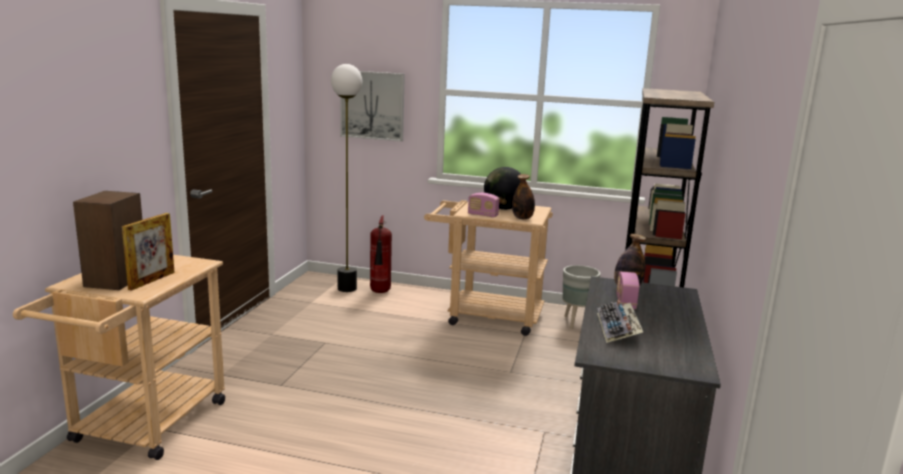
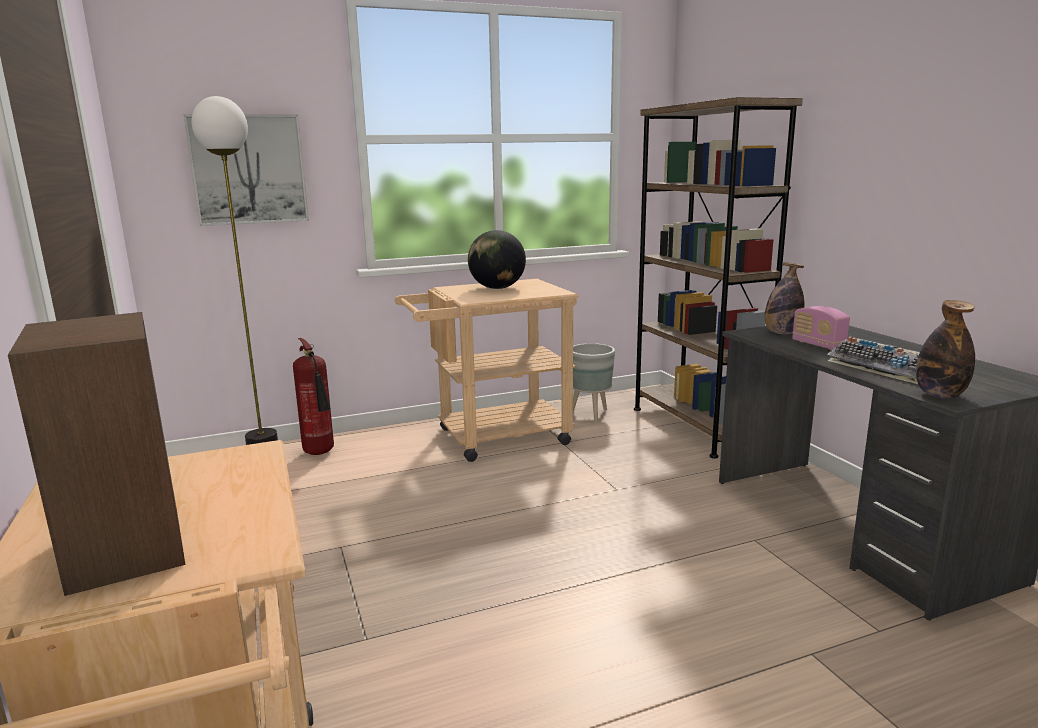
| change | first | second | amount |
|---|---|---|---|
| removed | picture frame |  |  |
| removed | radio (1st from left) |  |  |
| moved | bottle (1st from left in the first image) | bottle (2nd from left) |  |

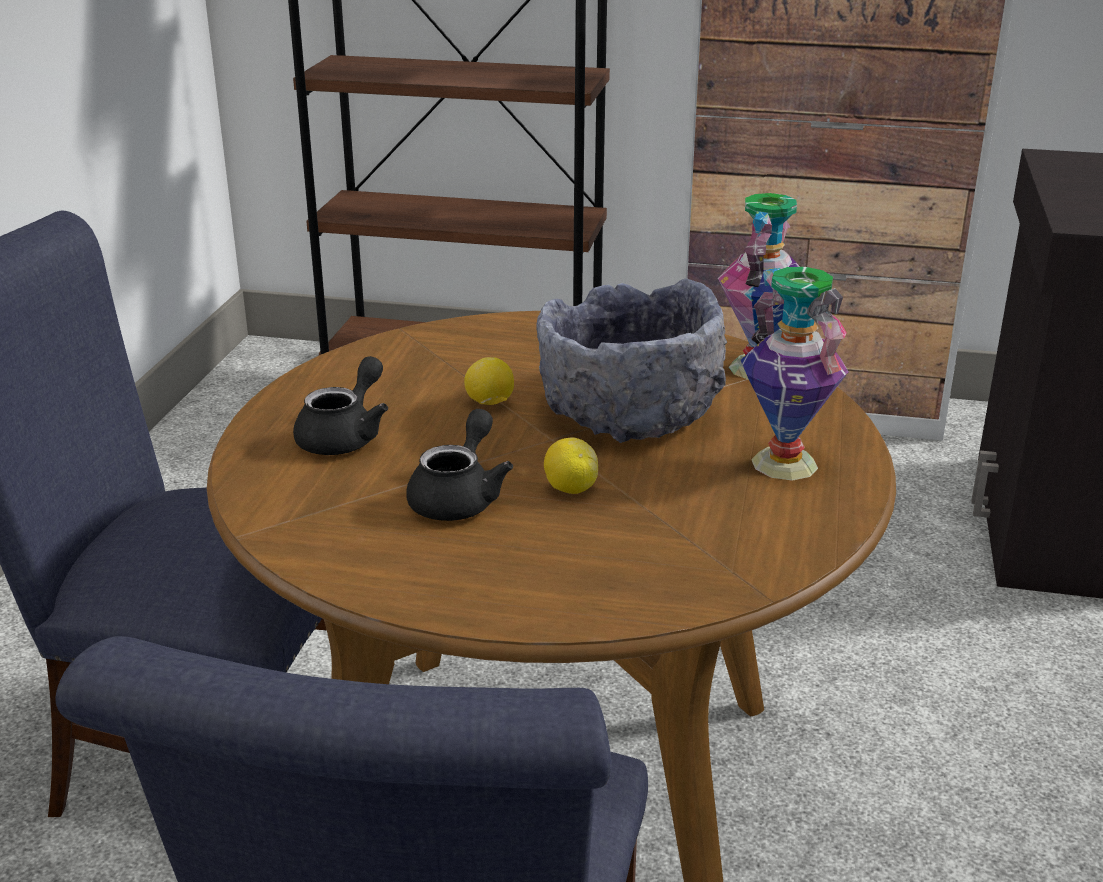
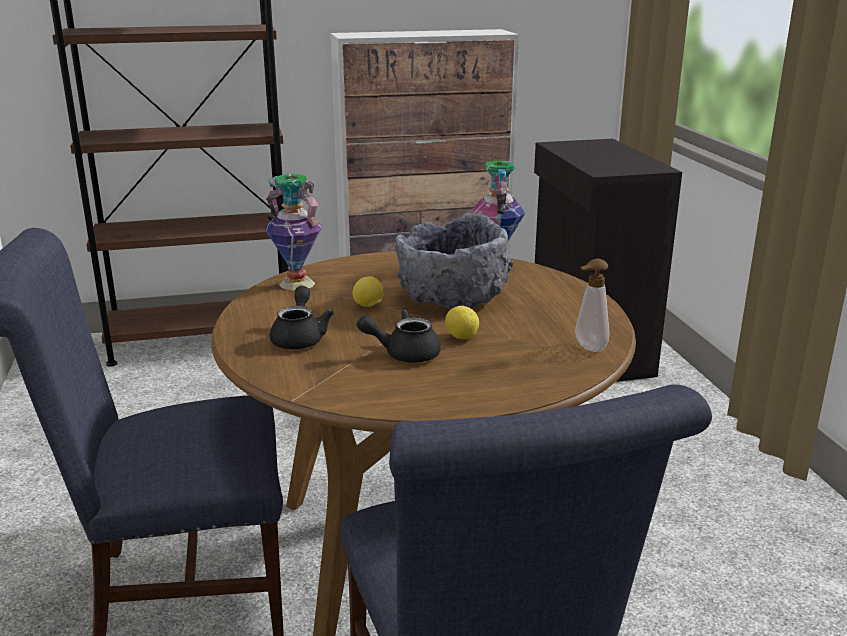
| change | first | second | amount |
|---|---|---|---|
| added |  | soap dispenser |  |
| moved | vase (2nd from left in the first image) | vase (1st from left) |  |
| turned | black teapot (2nd from left) |  | 90 degrees counterclockwise |

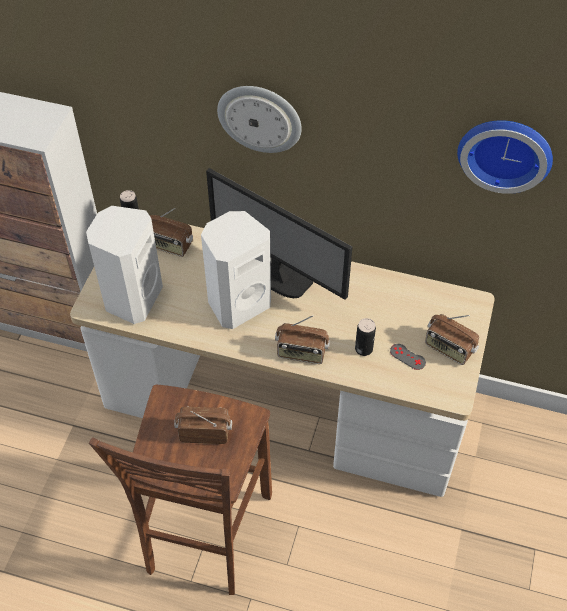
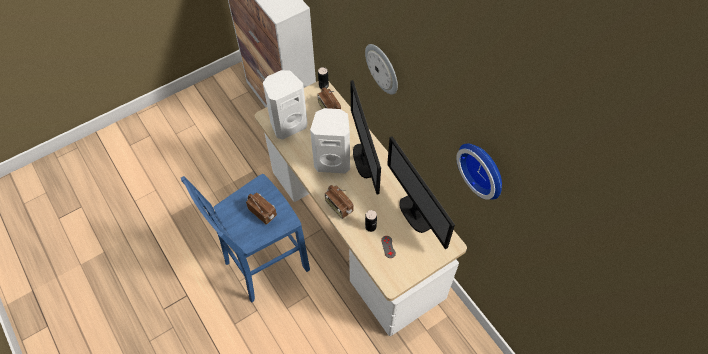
| change | first | second | amount |
|---|---|---|---|
| removed | radio (4th from left) |  |  |
| added |  | monitor (2nd from left) |  |
| recoloured | brown stool | blue stool |  |

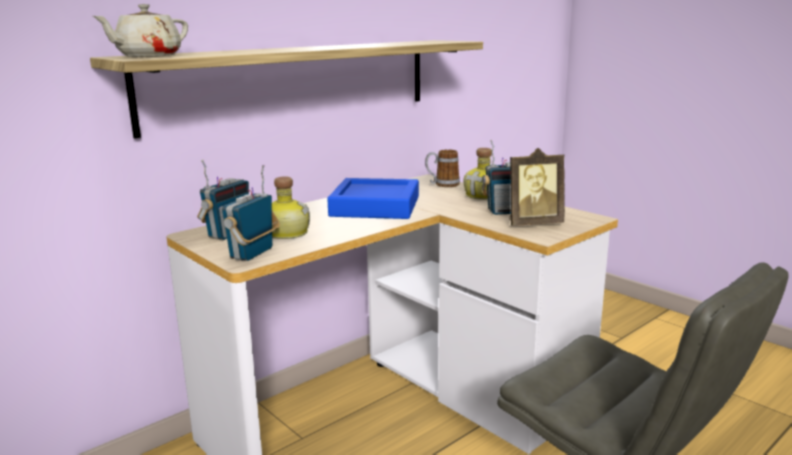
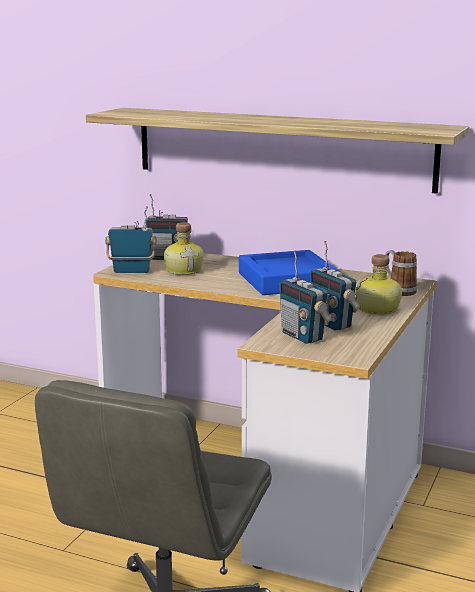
| change | first | second | amount |
|---|---|---|---|
| removed | beige teapot |  |  |
| replaced | picture frame | radio (3rd from left) |  |

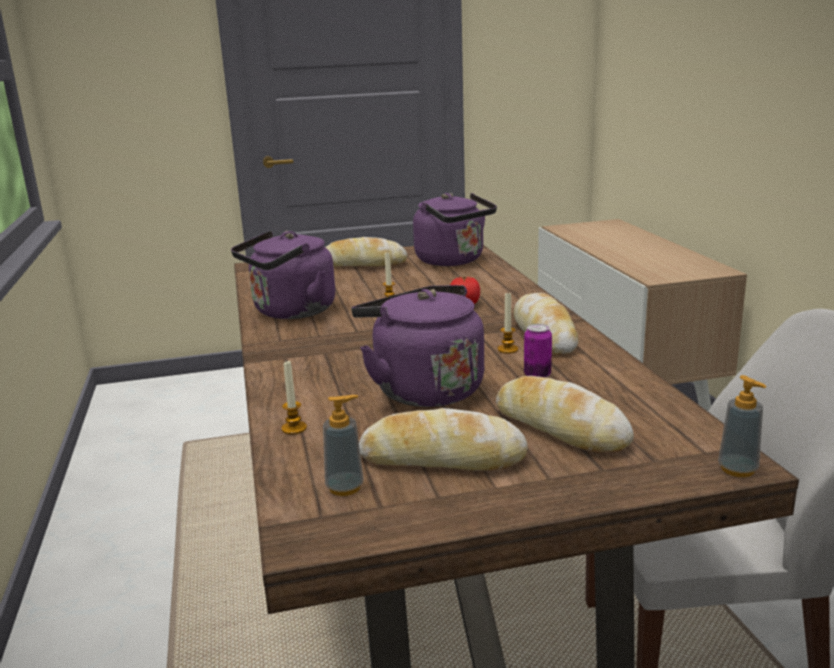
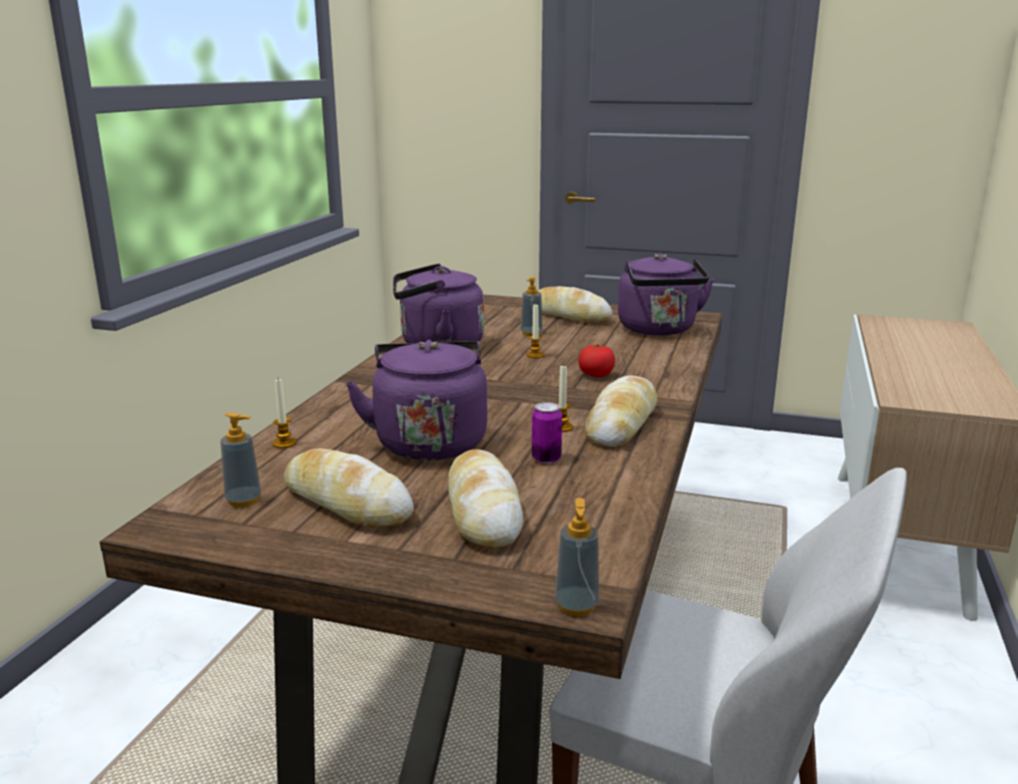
| change | first | second | amount |
|---|---|---|---|
| added |  | soap dispenser (2nd from left) |  |

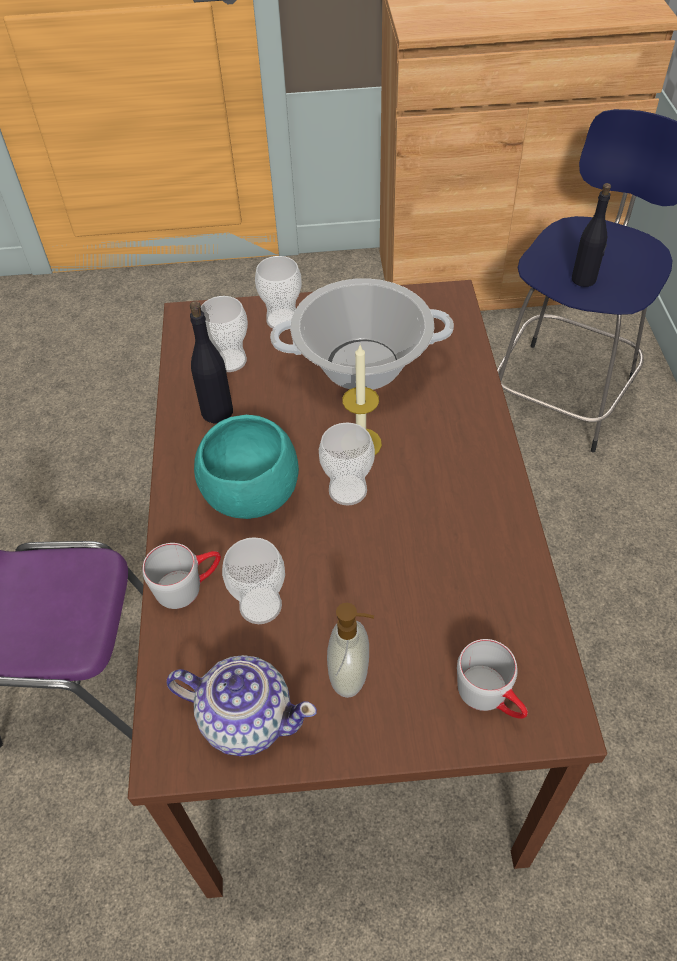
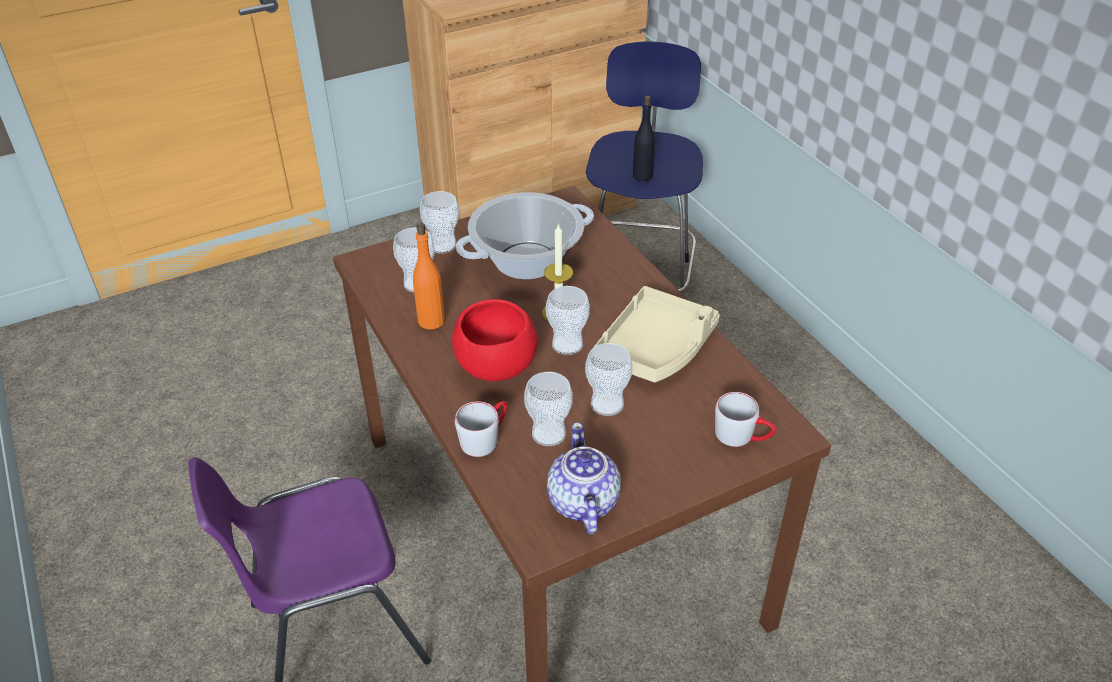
| change | first | second | amount |
|---|---|---|---|
| removed | soap dispenser |  |  |
| added |  | cup (5th from left) |  |
| added |  | beige tray |  |
| recoloured | black bottle (1st from left) | orange bottle |  |
| recoloured | turquoise bowl | red bowl |  |
| turned | teapot |  | 90 degrees counterclockwise |

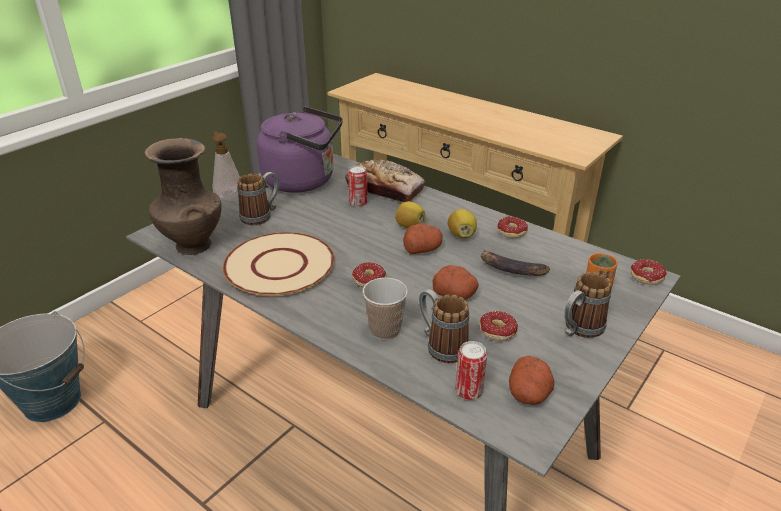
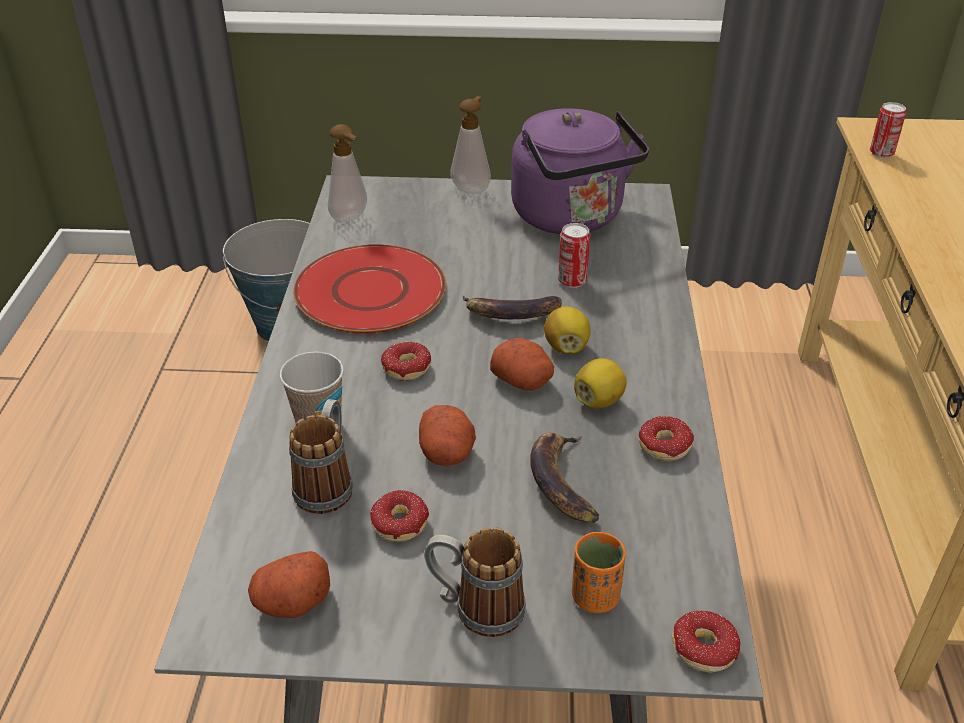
| change | first | second | amount |
|---|---|---|---|
| removed | mug (1st from left) |  |  |
| removed | bread |  |  |
| added |  | banana (1st from left) |  |
| moved | can (2nd from left) |  |  |
| replaced | brown vase | soap dispenser (1st from left) |  |
| recoloured | beige plate | red plate |  |

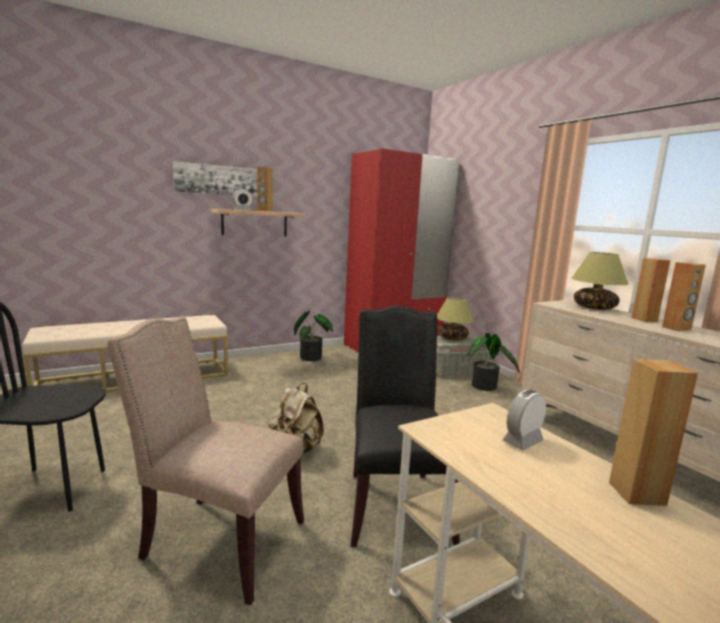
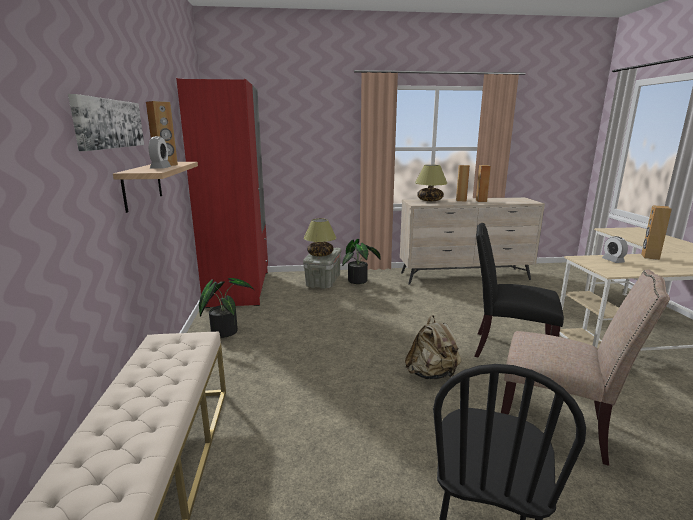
| change | first | second | amount |
|---|---|---|---|
| turned | beige chair |  | 105 degrees counterclockwise |

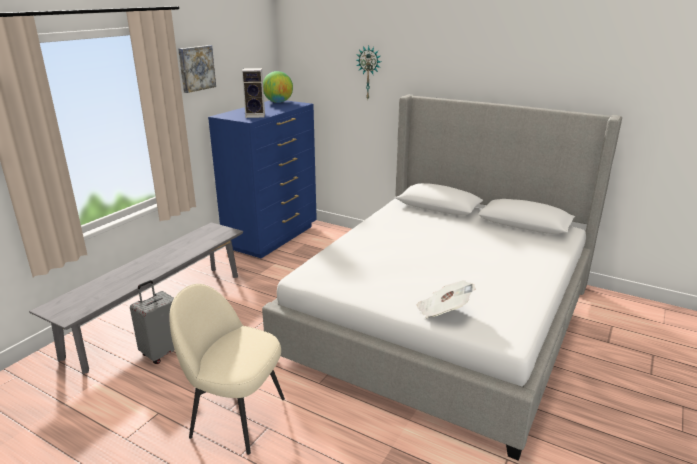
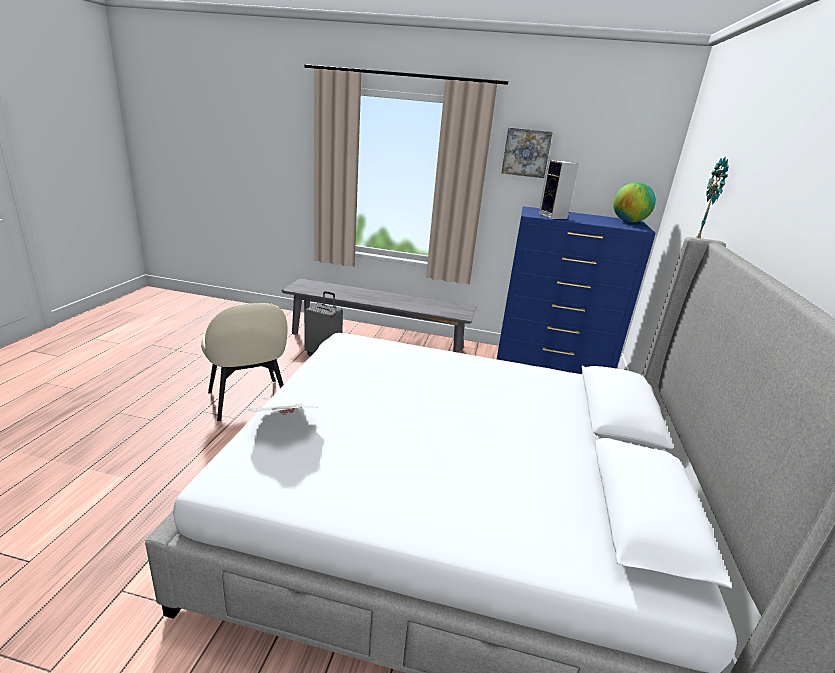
| change | first | second | amount |
|---|---|---|---|
| turned | beige chair |  | 150 degrees clockwise |

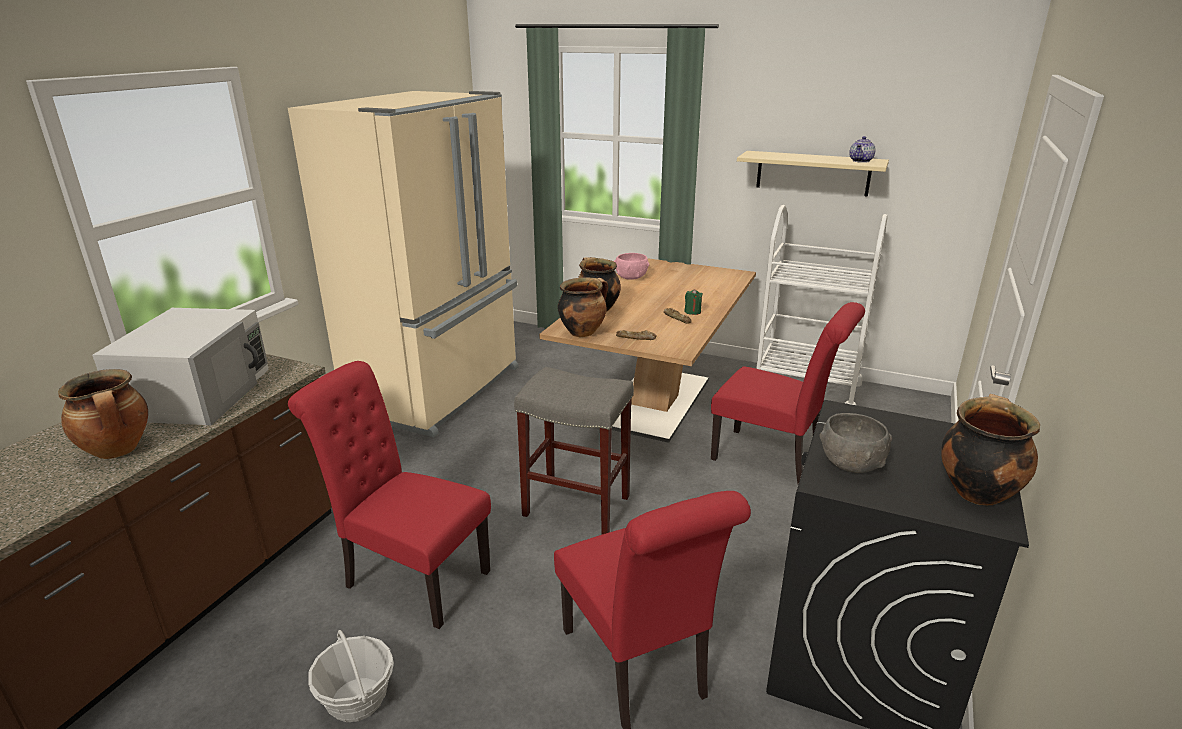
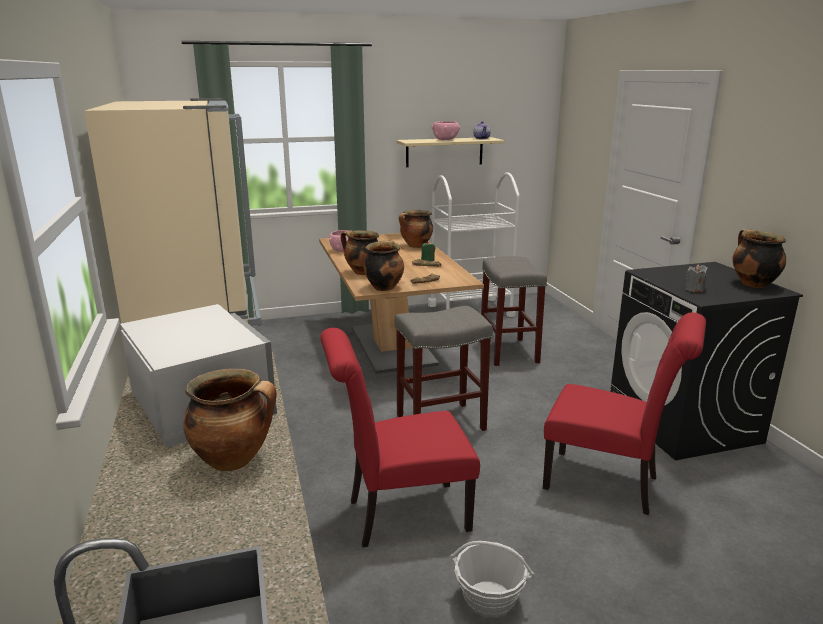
| change | first | second | amount |
|---|---|---|---|
| added |  | cooking pot (4th from left) |  |
| added |  | pink bowl (2nd from left) |  |
| replaced | red chair (3rd from left) | grey stool (2nd from left) |  |
| replaced | grey bowl | grey candle |  |

